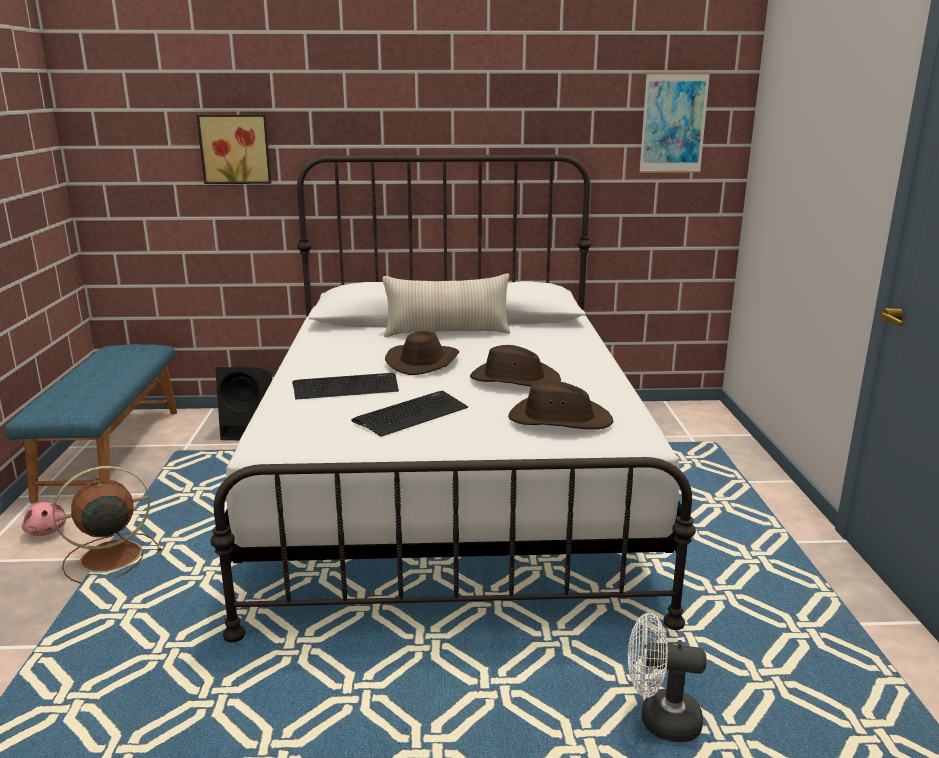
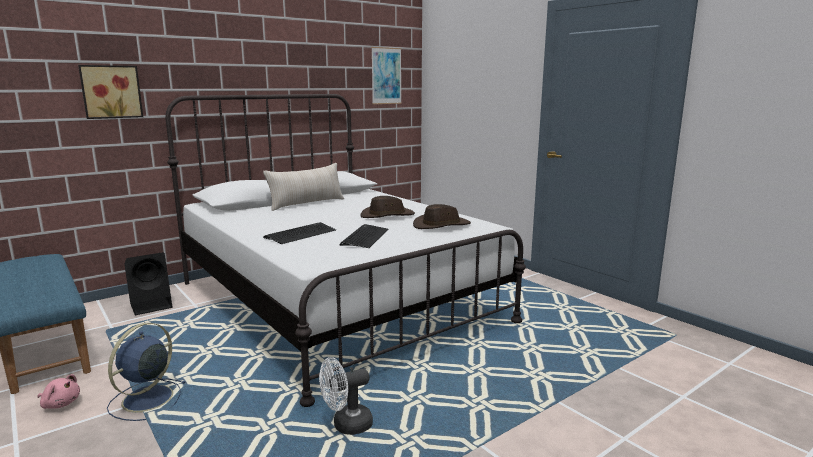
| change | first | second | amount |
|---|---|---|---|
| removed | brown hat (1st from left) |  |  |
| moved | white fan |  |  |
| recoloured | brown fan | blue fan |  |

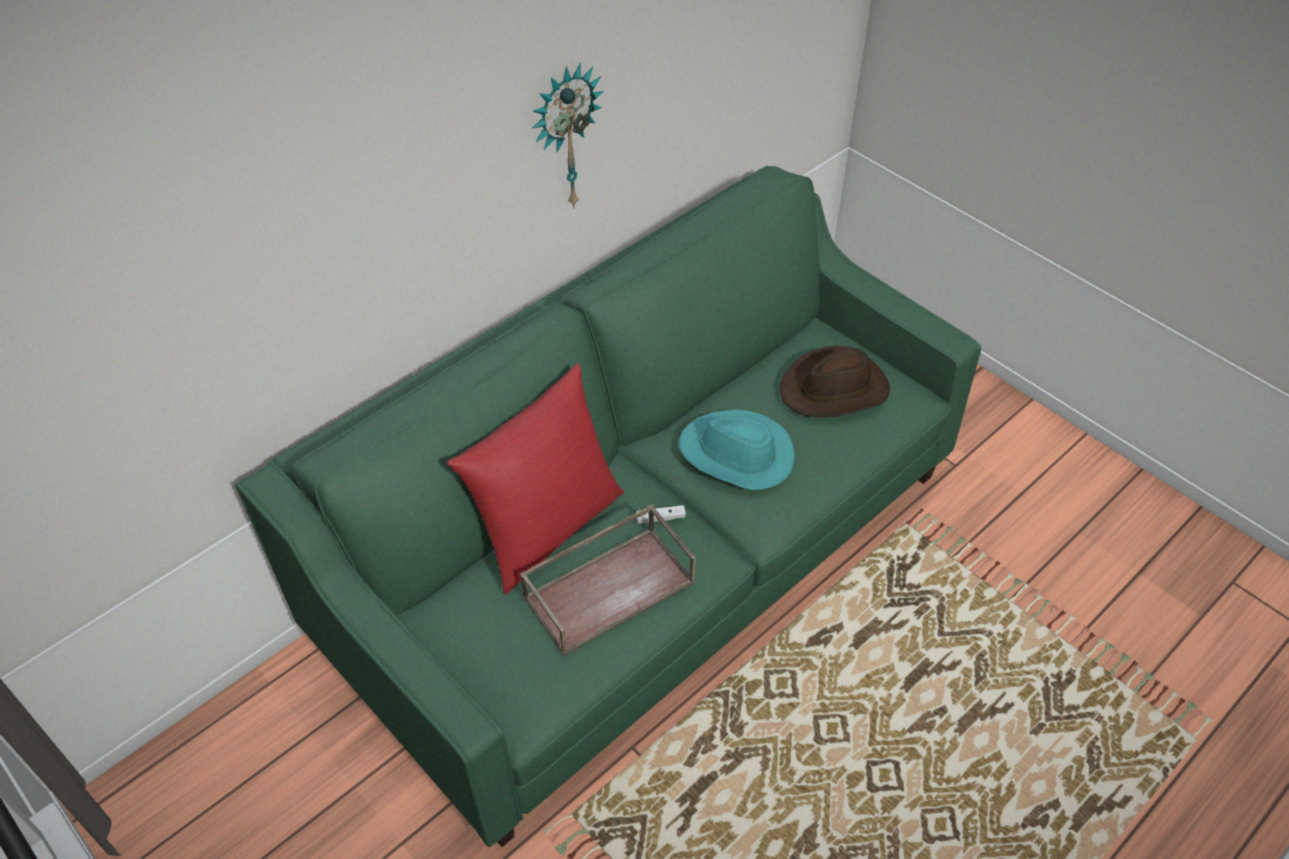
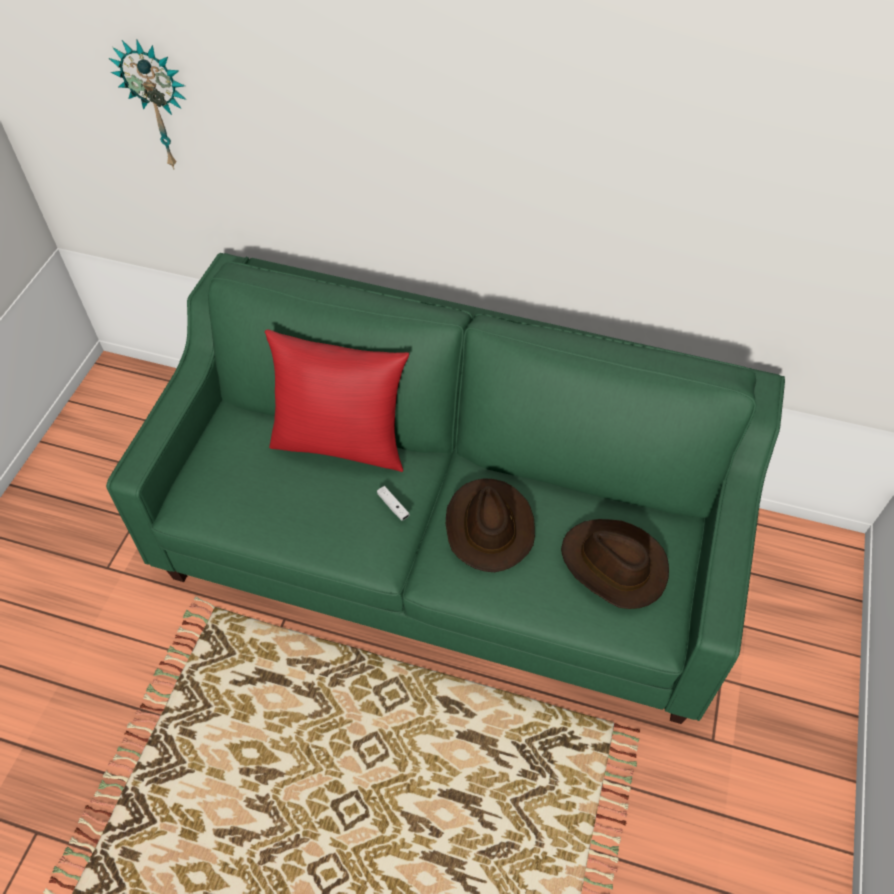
| change | first | second | amount |
|---|---|---|---|
| removed | brown tray |  |  |
| moved | wall clock |  |  |
| recoloured | turquoise hat | brown hat (1st from left) |  |

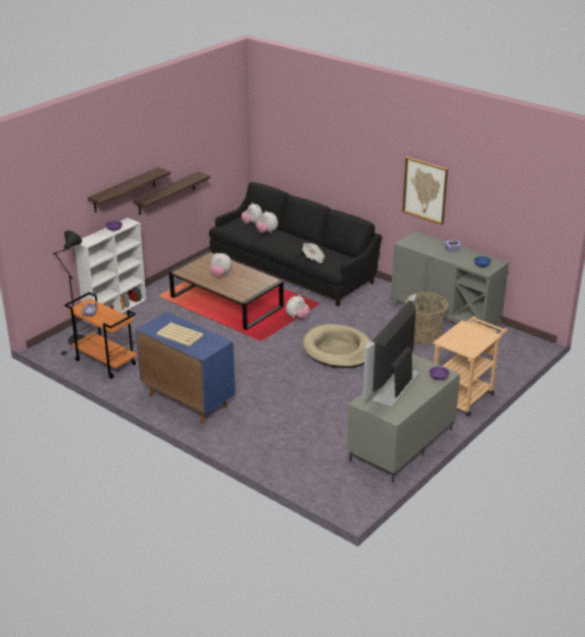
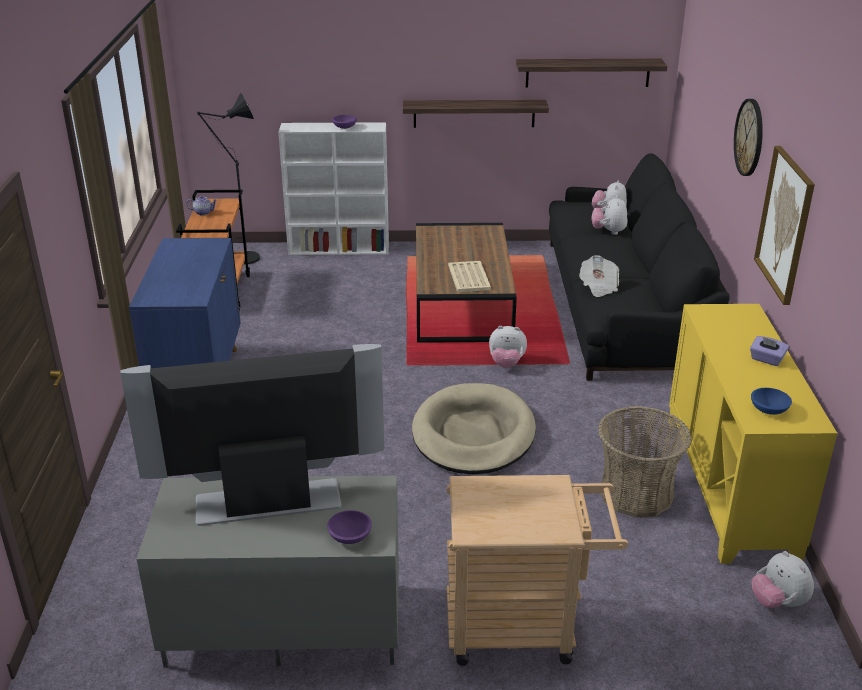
| change | first | second | amount |
|---|---|---|---|
| added |  | wall clock |  |
| moved | shelf (1st from left in the first image) | shelf (2nd from left) |  |
| moved | beige tray |  |  |
| moved | plush toy (1st from left in the first image) | plush toy (4th from left) |  |
| recoloured | grey cabinet | yellow cabinet |  |

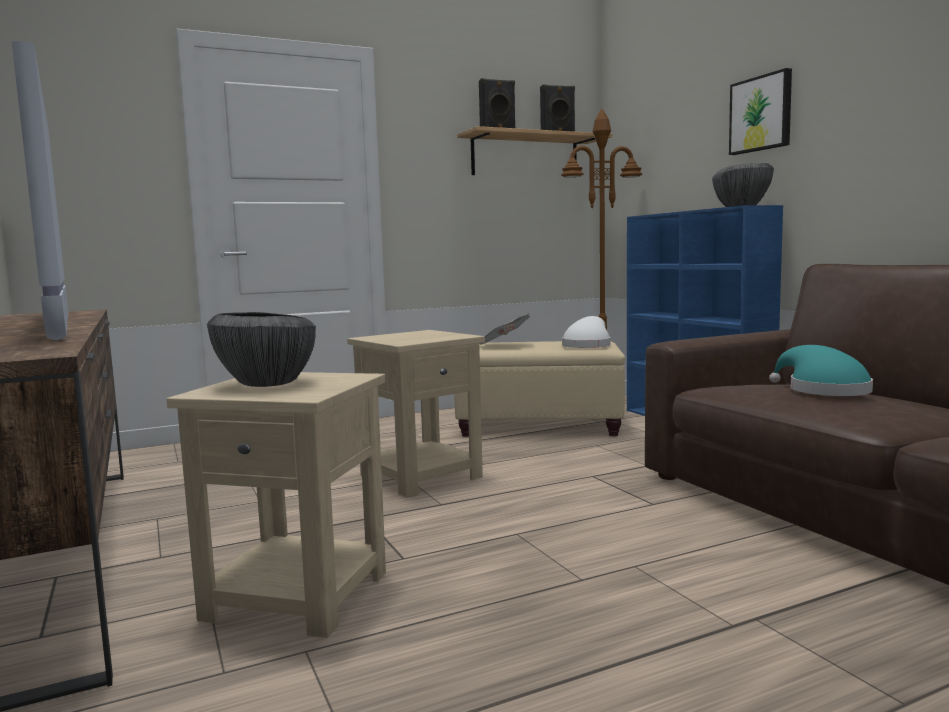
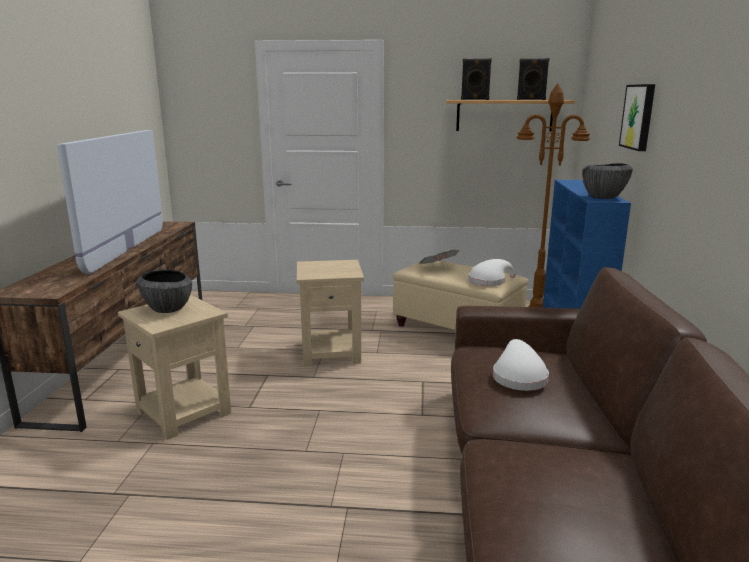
| change | first | second | amount |
|---|---|---|---|
| recoloured | turquoise hat | white hat (2nd from left) |  |

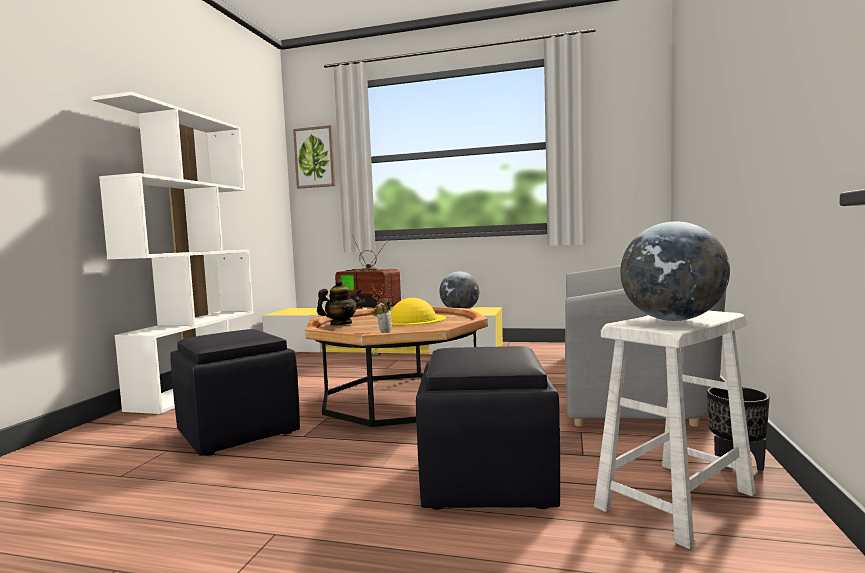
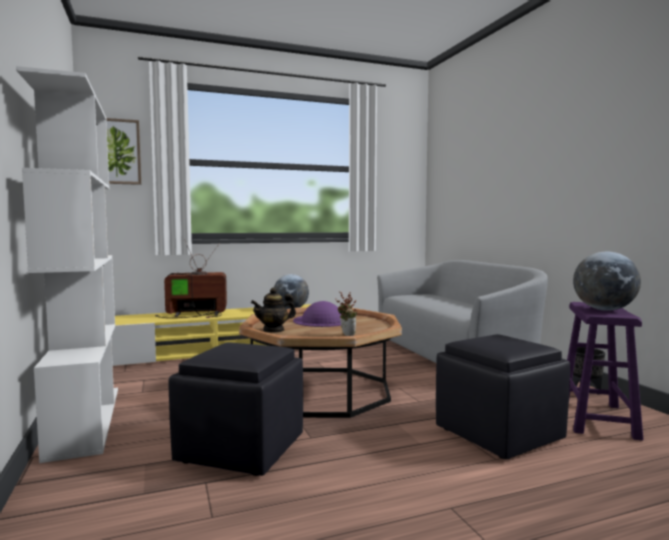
| change | first | second | amount |
|---|---|---|---|
| recoloured | yellow hat | purple hat |  |
| recoloured | white stool | purple stool |  |
| turned | teapot |  | 135 degrees counterclockwise |

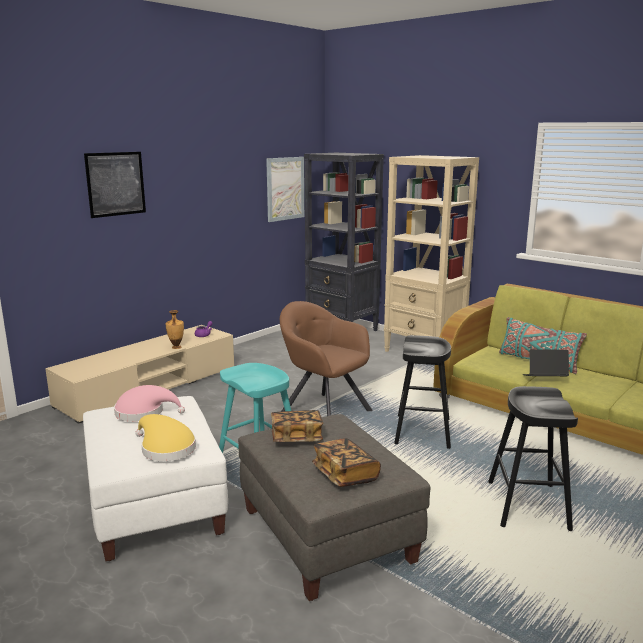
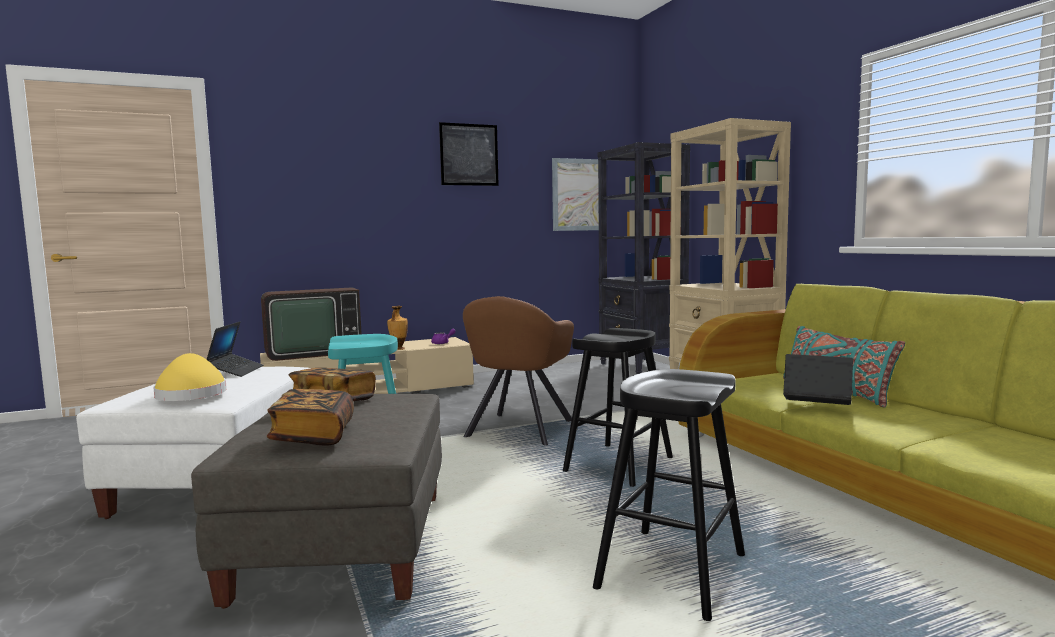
| change | first | second | amount |
|---|---|---|---|
| added |  | television |  |
| moved | picture (1st from left) |  |  |
| replaced | pink hat | laptop (1st from left) |  |
| turned | brown armchair |  | 135 degrees counterclockwise |

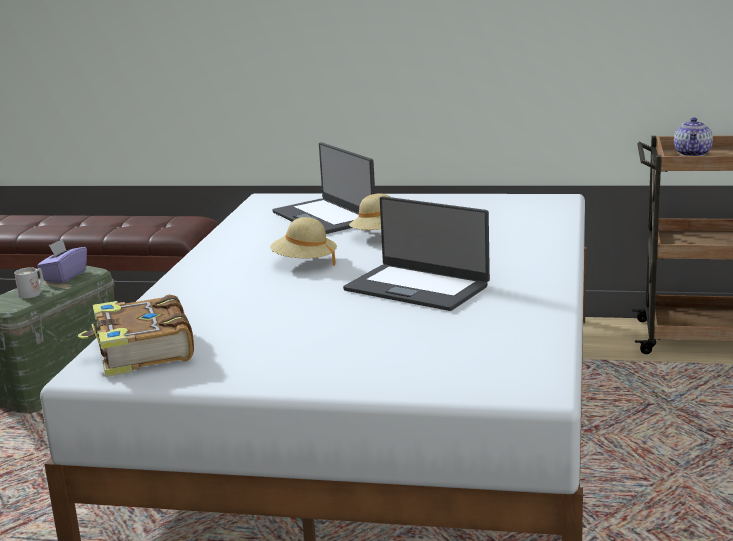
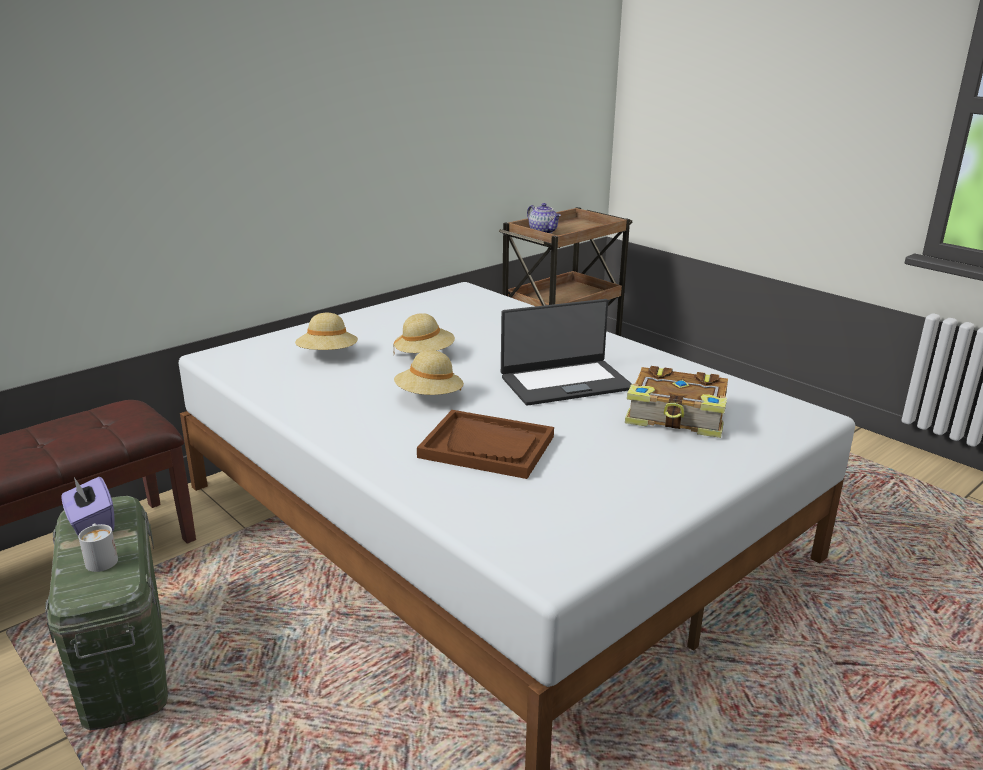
| change | first | second | amount |
|---|---|---|---|
| added |  | brown tray |  |
| moved | book |  |  |
| replaced | laptop (1st from left) | beige hat (1st from left) |  |

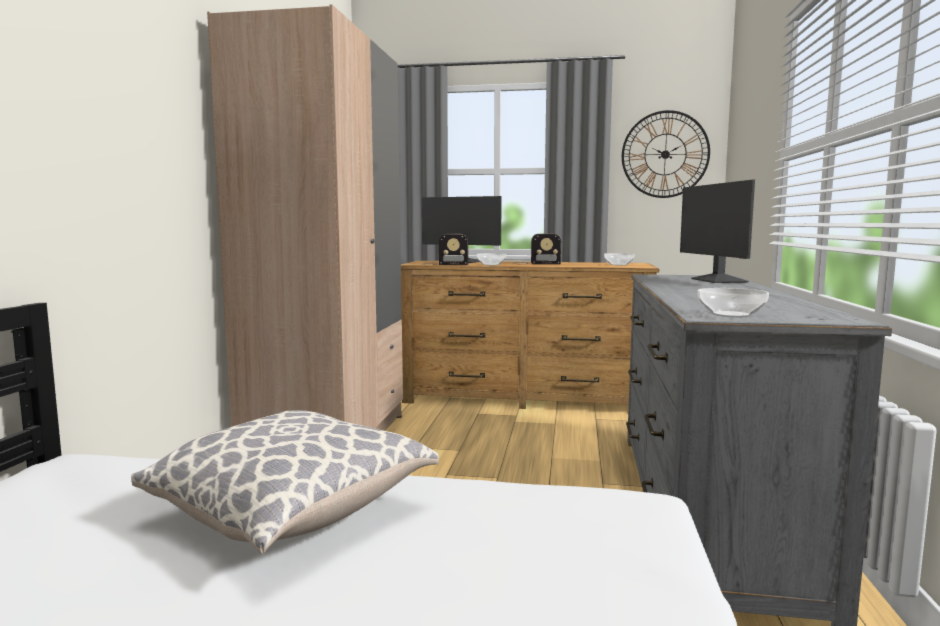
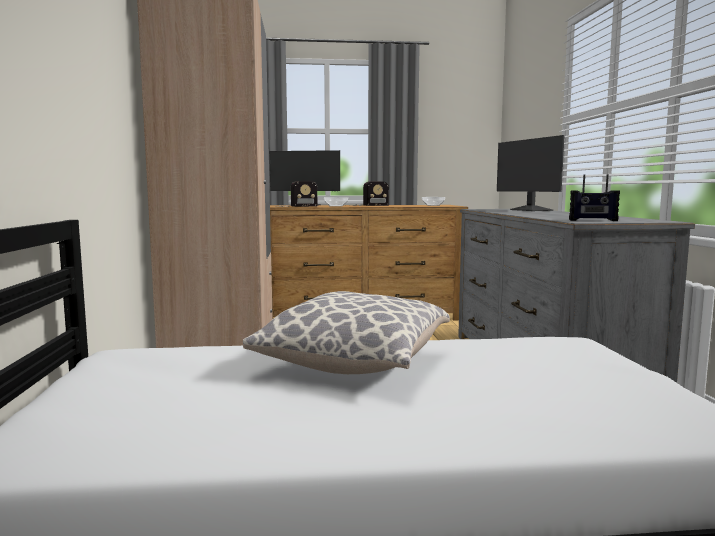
| change | first | second | amount |
|---|---|---|---|
| removed | wall clock |  |  |
| replaced | bowl (3rd from left) | radio (3rd from left) |  |

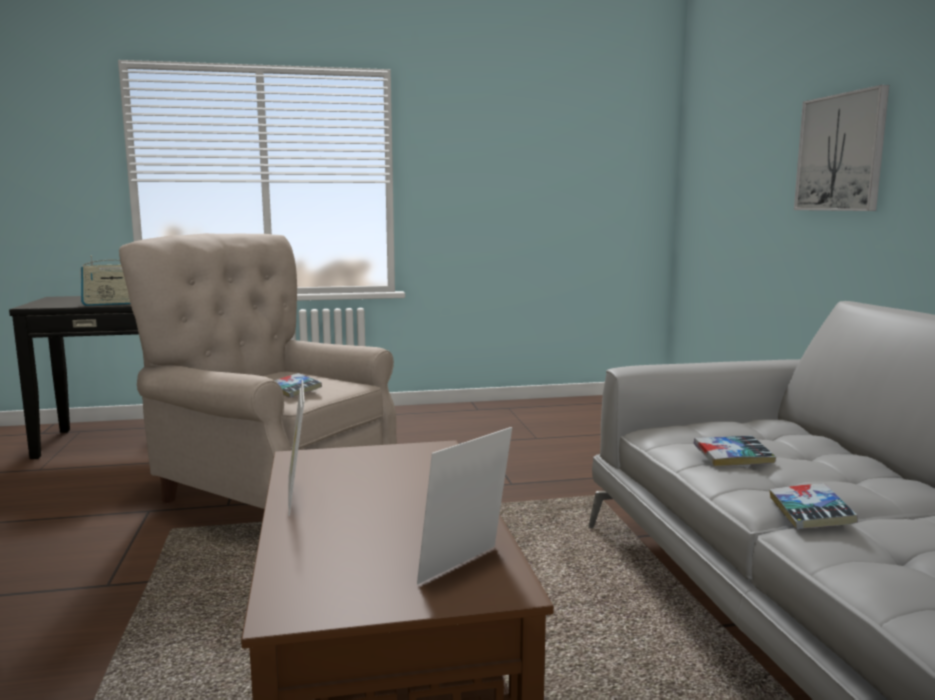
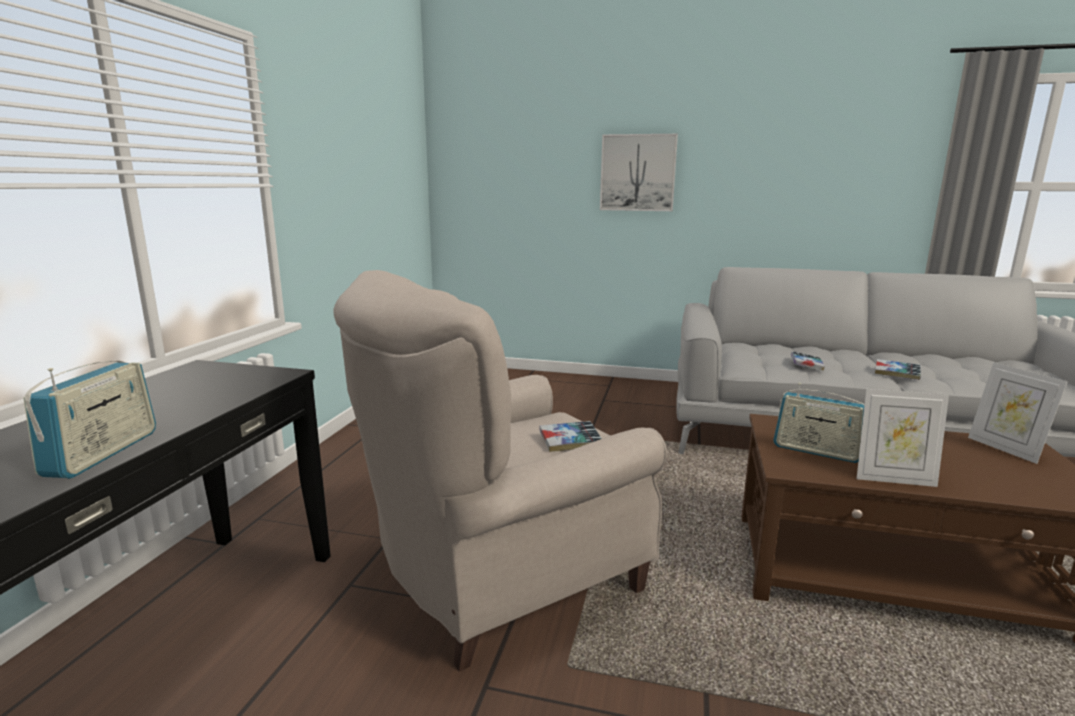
| change | first | second | amount |
|---|---|---|---|
| added |  | radio (2nd from left) |  |

